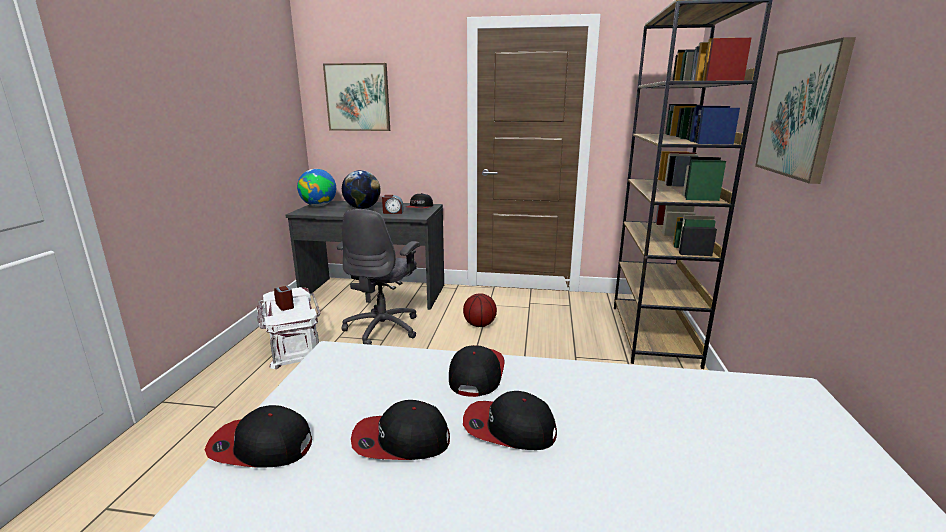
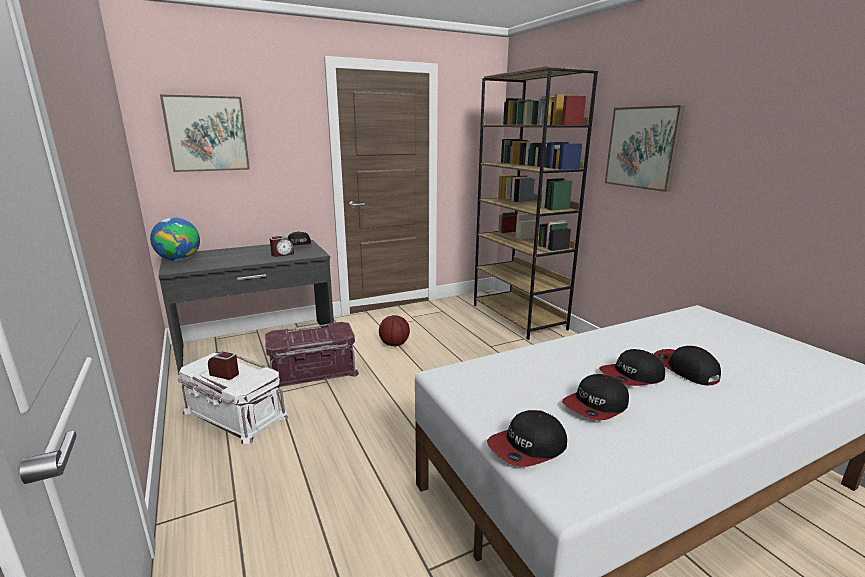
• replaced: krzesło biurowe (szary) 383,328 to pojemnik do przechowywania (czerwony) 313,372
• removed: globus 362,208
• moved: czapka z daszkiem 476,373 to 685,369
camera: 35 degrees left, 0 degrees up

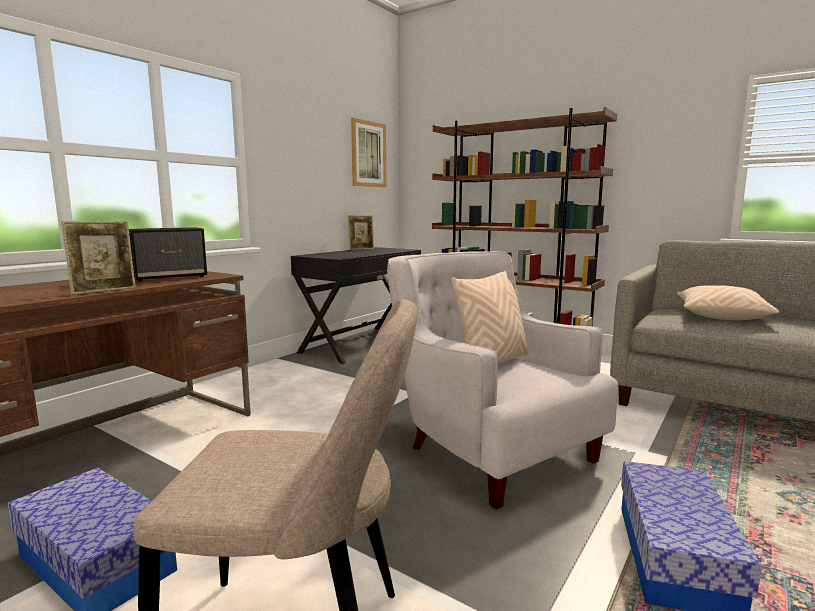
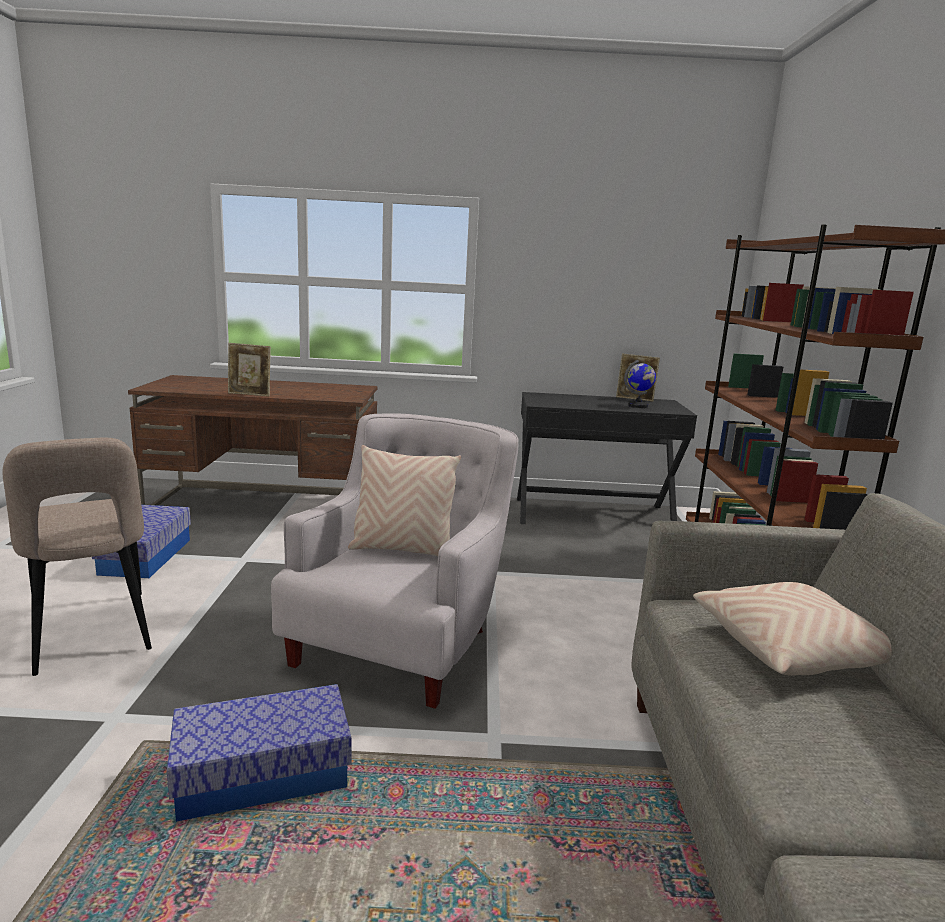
• removed: głośnik 170,277
• removed: obraz 368,154
• added: globus 638,406
camera: 55 degrees right, 5 degrees up

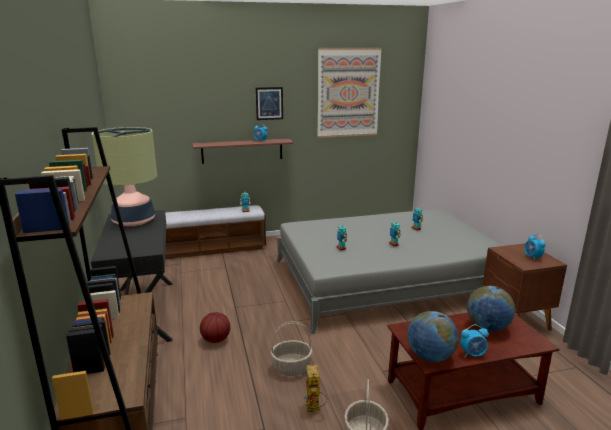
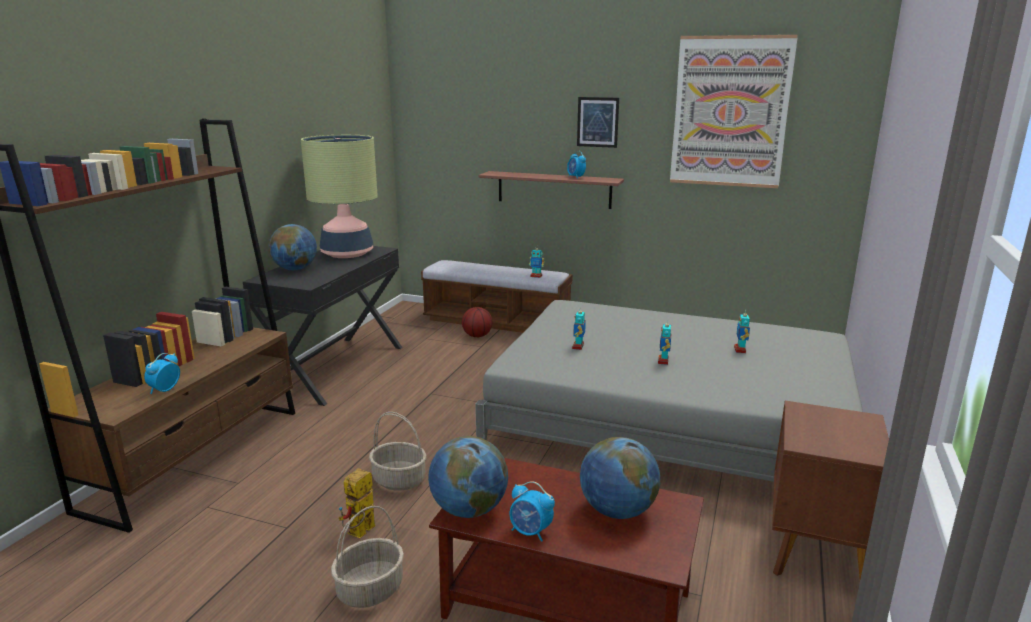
• moved: piłka do koszykówki 216,339 to 477,336
• moved: budzik 532,257 to 164,390
• added: globus 295,269
camera: 35 degrees right, 0 degrees up

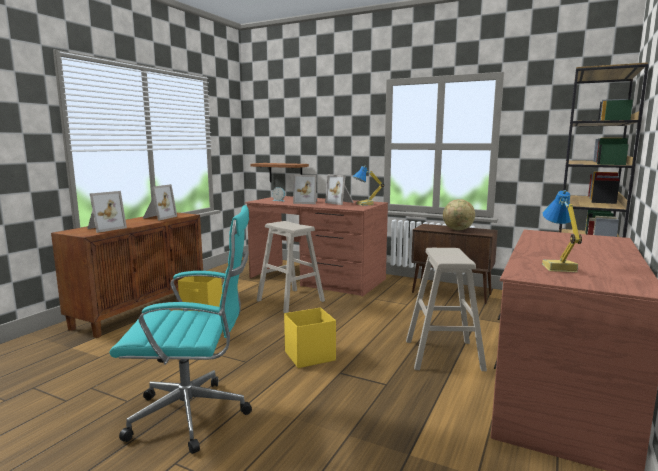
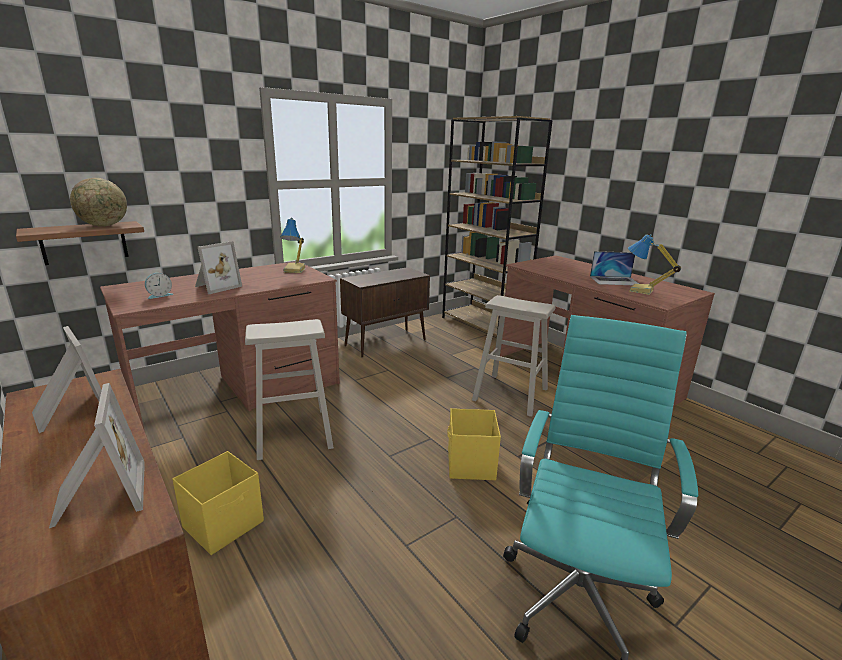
• removed: ramka na zdjęcie 340,202
• moved: globus 458,230 to 104,226
• added: laptop 615,281
camera: 65 degrees left, 10 degrees up

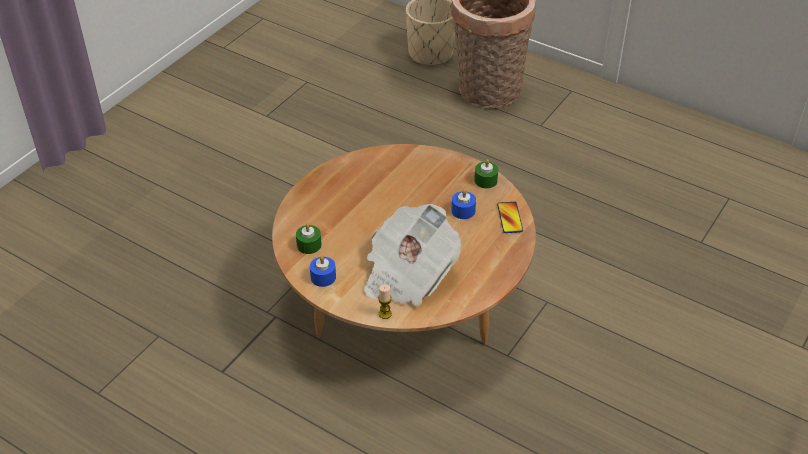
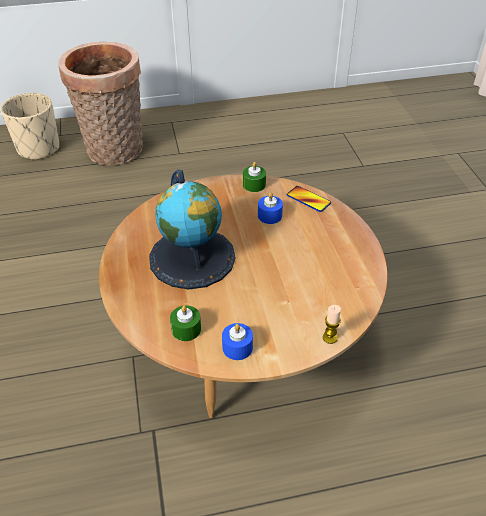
• removed: gazeta 408,274
• added: globus 192,257
camera: 45 degrees left, 0 degrees up

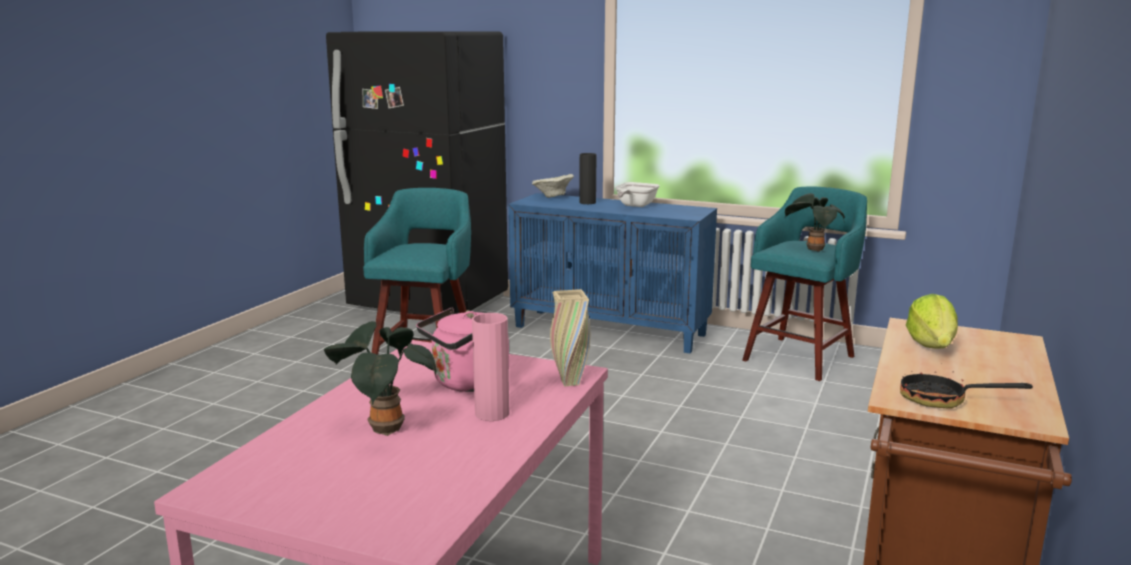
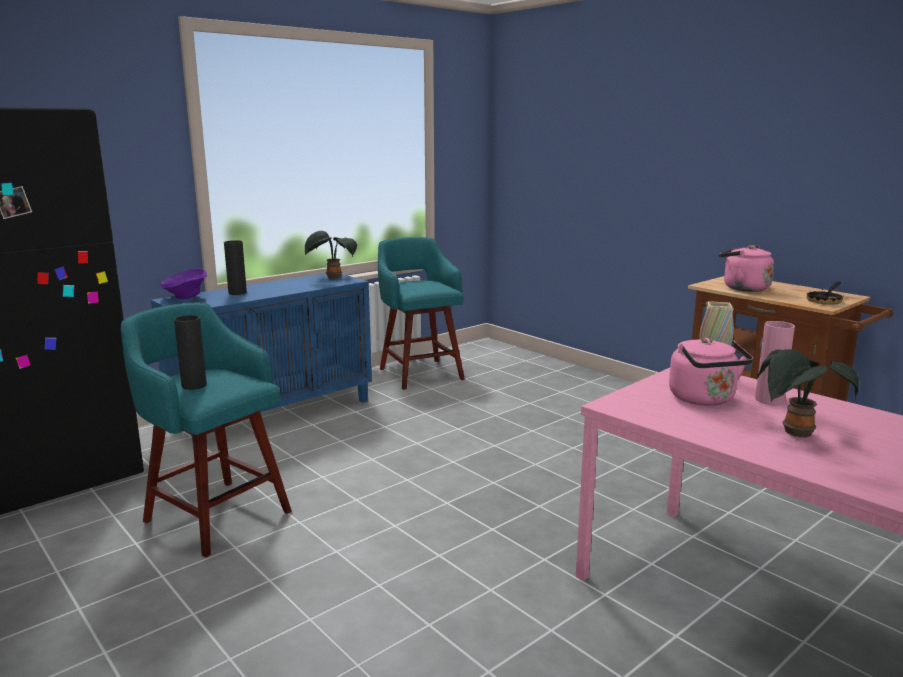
• recoloured: miska (beżowy) 553,197 to miska (fioletowy) 185,297
• removed: patelnia 634,206
• moved: roślina doniczkowa 812,249 to 332,278
• replaced: sałata 932,346 to czajnik (różowy) 742,288
• added: wazon (czarny) 194,385
camera: 65 degrees left, 0 degrees up

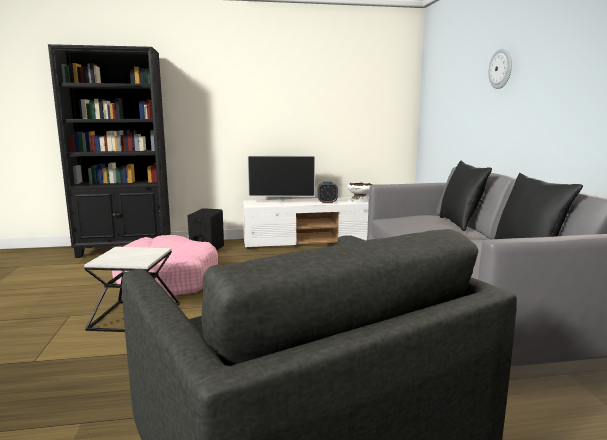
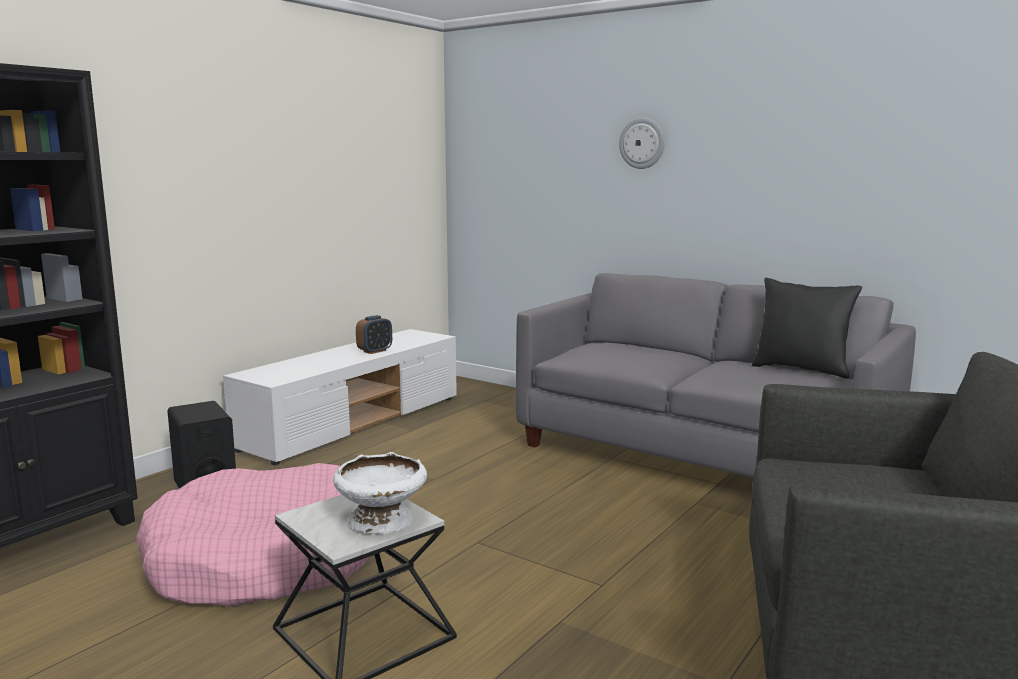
• removed: telewizor 282,201
• moved: miska (biały) 360,200 to 382,519
• removed: poduszka (czarny) 460,223
camera: 45 degrees left, 0 degrees up

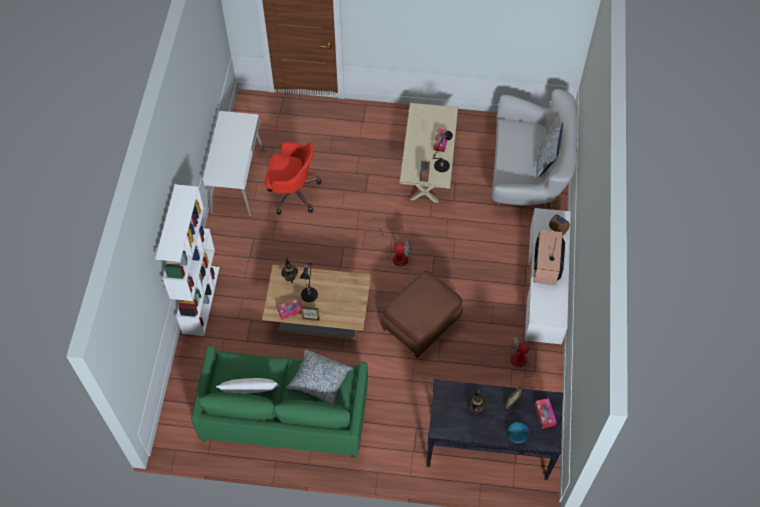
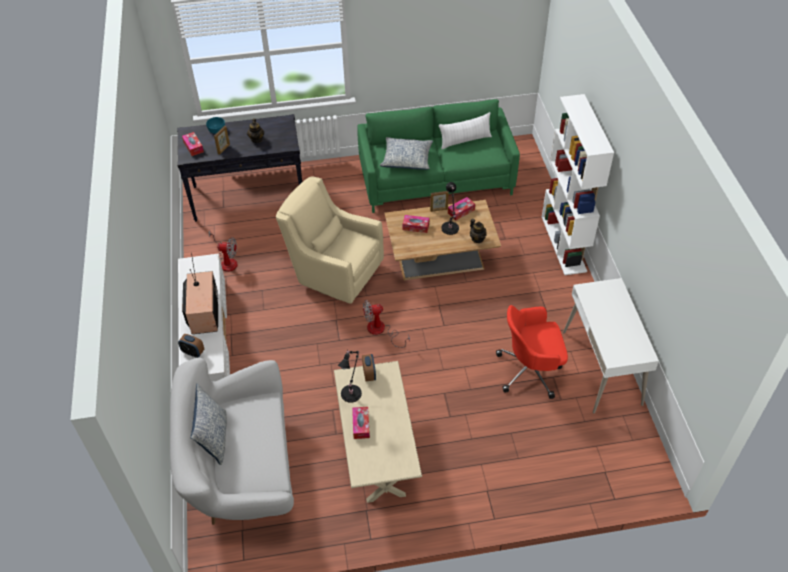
• replaced: pufa (brązowy) 421,324 to fotel (beżowy) 334,273
• added: pudełko chusteczek 415,226
camera: 165 degrees right, 10 degrees down

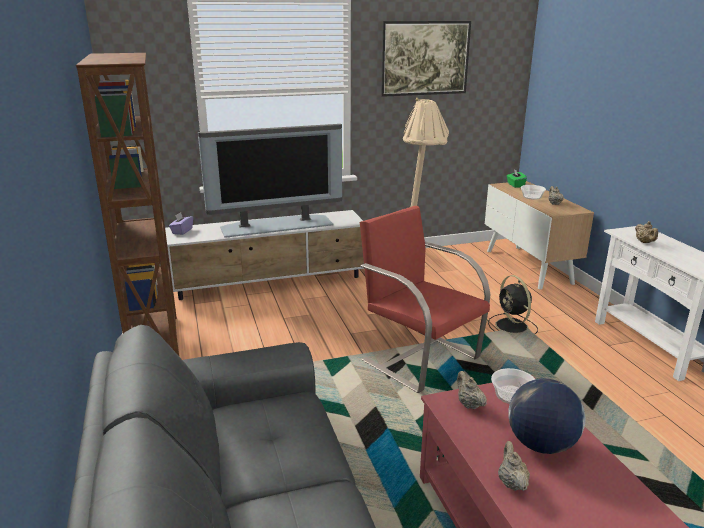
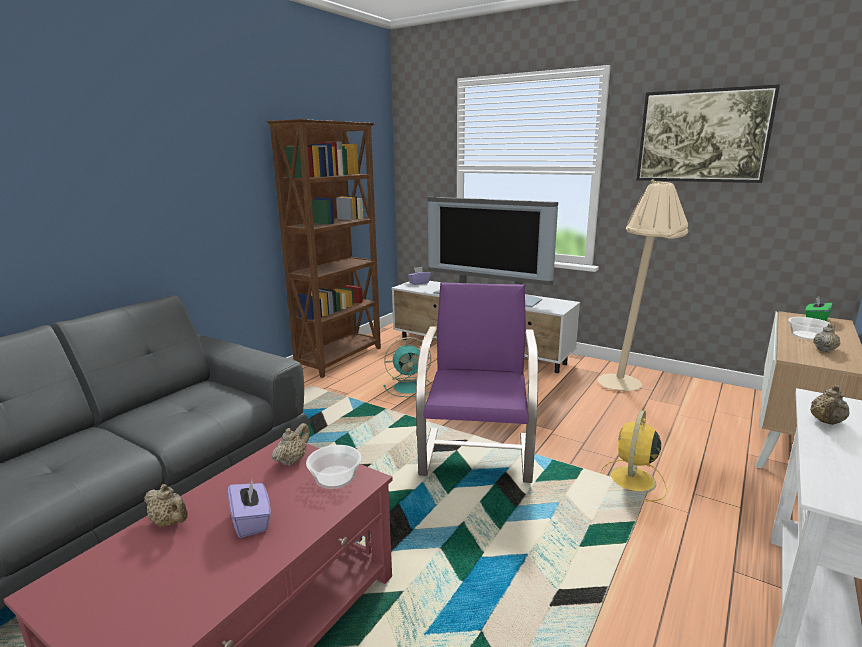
• recoloured: fotel (czerwony) 419,358 to fotel (fioletowy) 477,453
• recoloured: wentylator (czarny) 512,327 to wentylator (żółty) 632,481
• turned: imbryk (beżowy) 511,482 = 170,522 75 degrees clockwise
• replaced: globus 541,445 to pudełko chusteczek (fioletowy) 251,521
• added: wentylator (turkusowy) 410,387
camera: 50 degrees right, 5 degrees down

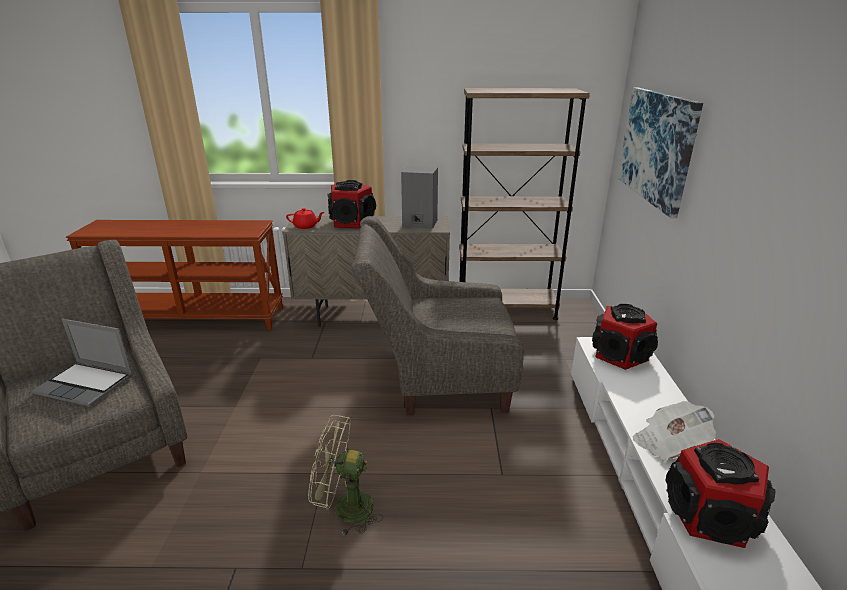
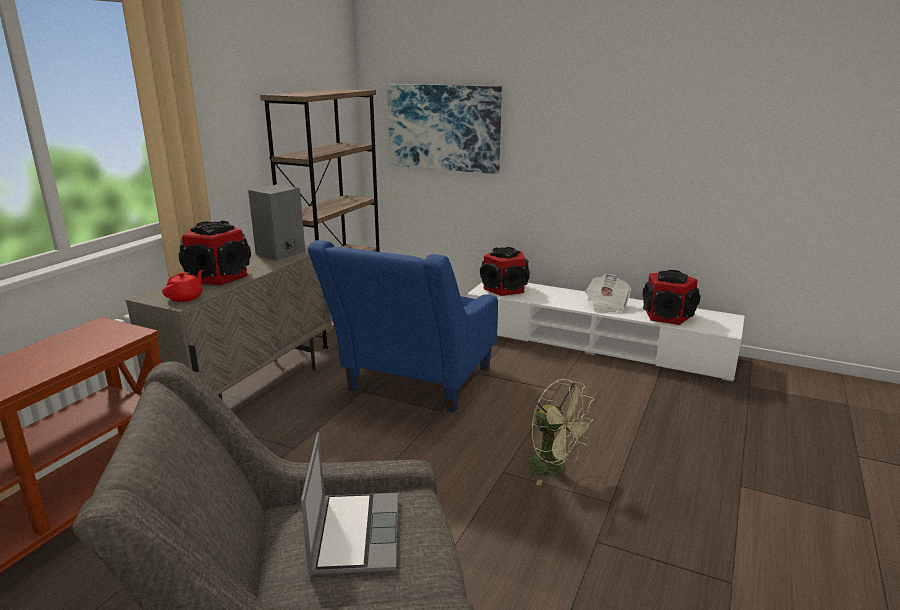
• turned: laptop 87,384 = 354,533 45 degrees counterclockwise
• turned: wentylator (zielony) 344,508 = 554,468 75 degrees counterclockwise
• recoloured: fotel (szary) 436,379 to fotel (niebieski) 413,385
camera: 65 degrees left, 5 degrees down

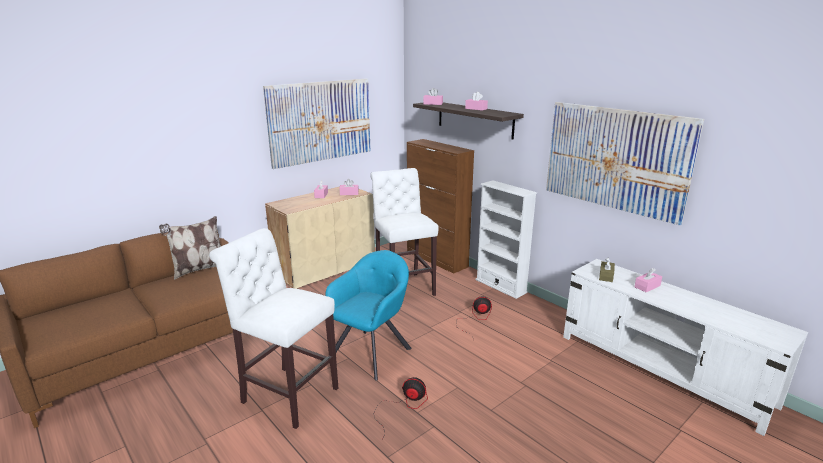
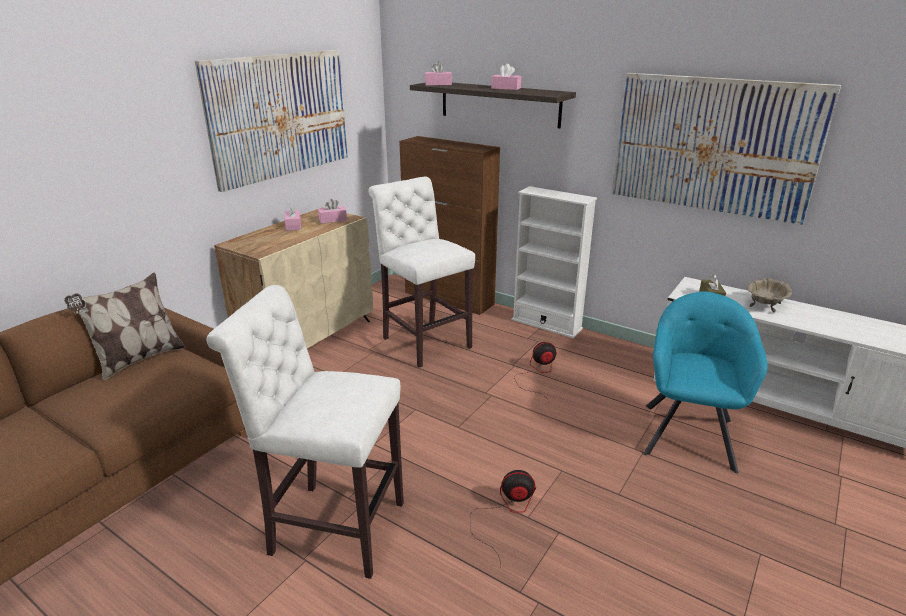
• moved: fotel (turkusowy) 372,351 to 688,433
• replaced: pudełko chusteczek (różowy) 647,286 to miska (beżowy) 764,305
camera: 15 degrees left, 5 degrees up

